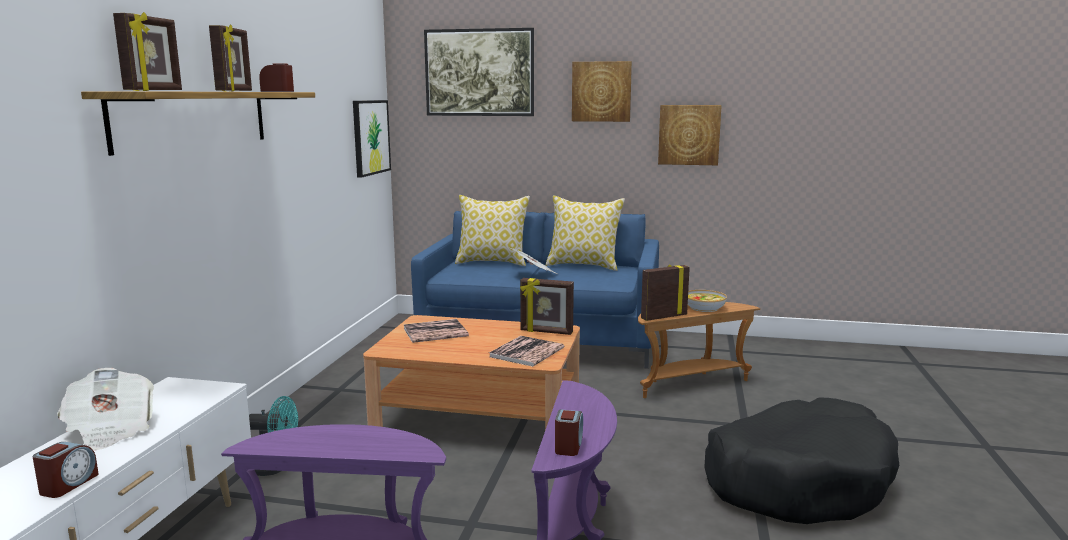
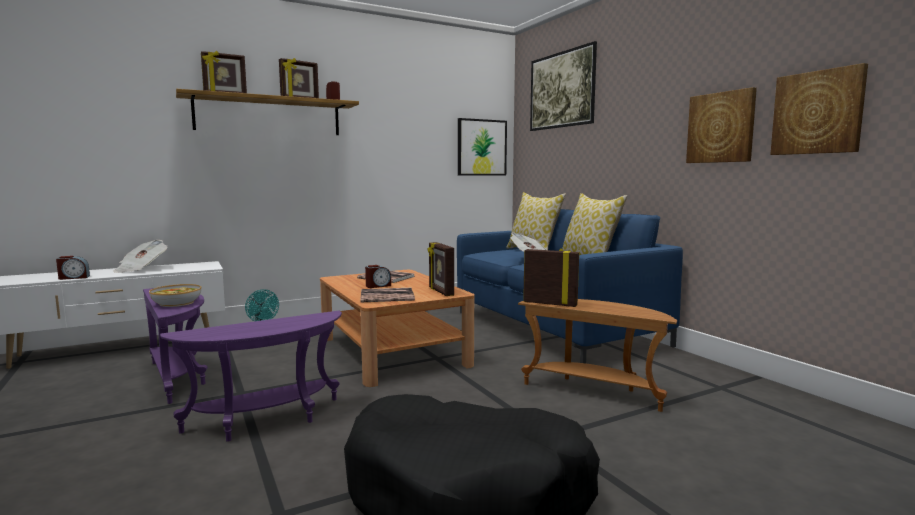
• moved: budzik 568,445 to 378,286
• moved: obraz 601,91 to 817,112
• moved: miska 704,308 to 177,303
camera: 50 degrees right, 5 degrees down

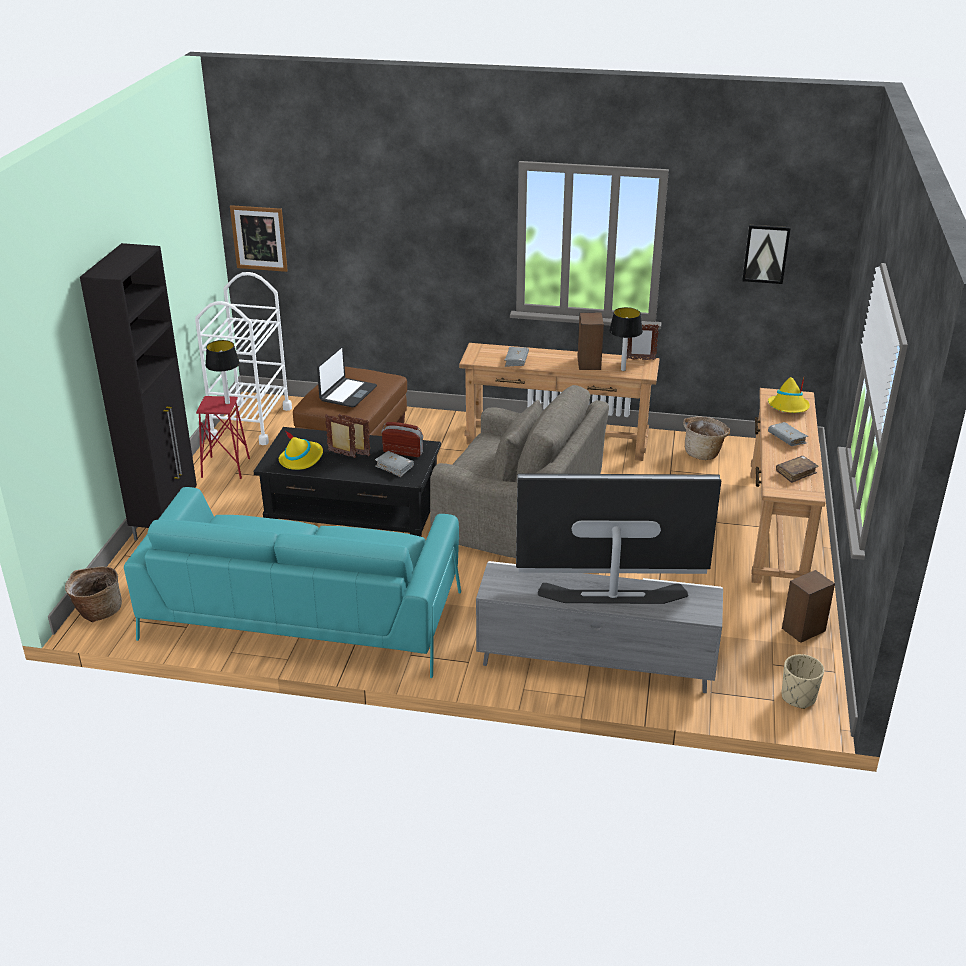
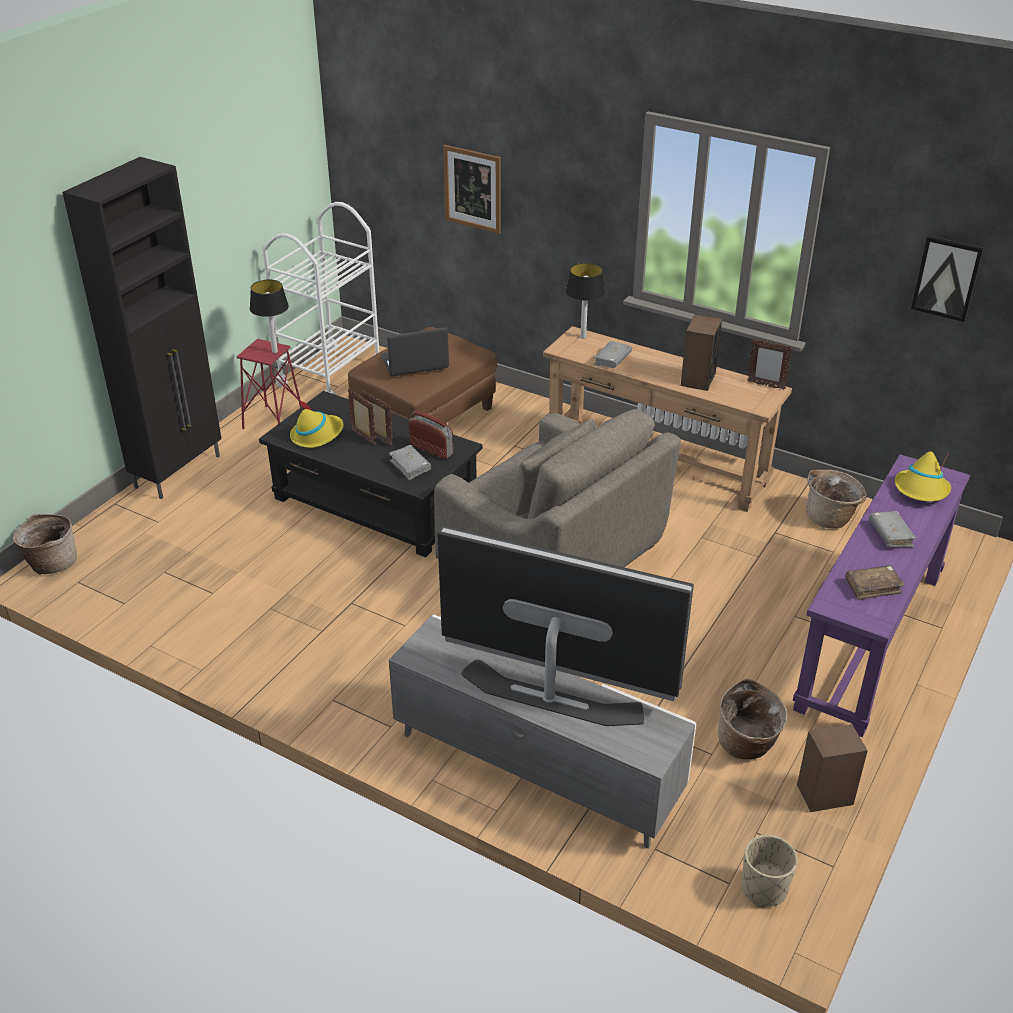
• removed: kanapa (turkusowy) 303,615
• moved: obraz 259,238 to 473,189
• turned: laptop 347,393 = 414,363 150 degrees counterclockwise
• moved: lampa stołowa 622,370 to 582,337
• recoloured: stolik konsolowy (brązowy) 776,527 to stolik konsolowy (fioletowy) 869,640
• added: koszyk 747,745
camera: 20 degrees right, 5 degrees up

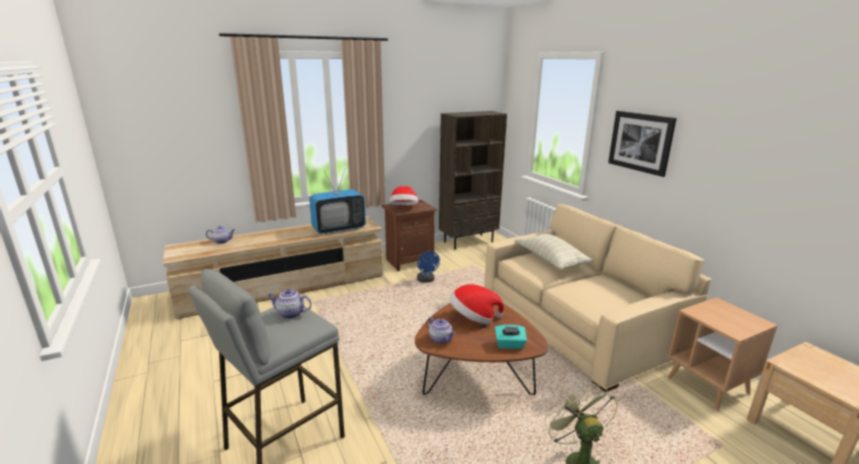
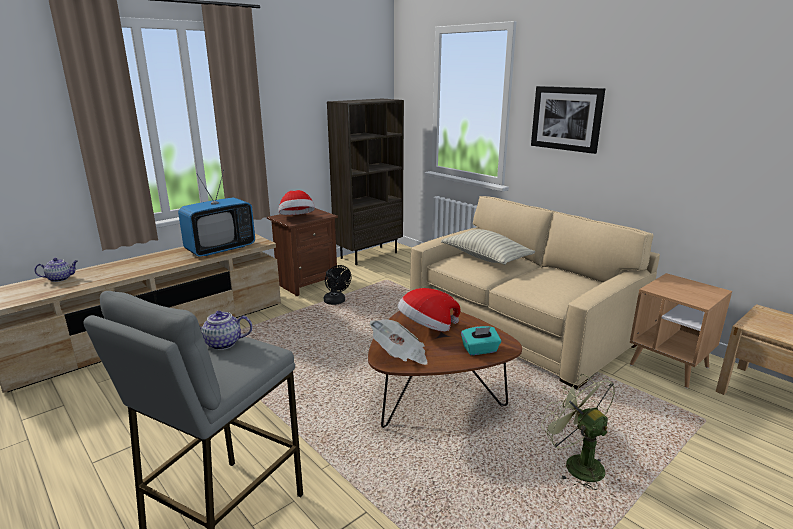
• recoloured: wentylator (niebieski) 426,280 to wentylator (czarny) 336,302
• replaced: imbryk 441,339 to gazeta 400,355
camera: 15 degrees left, 0 degrees up

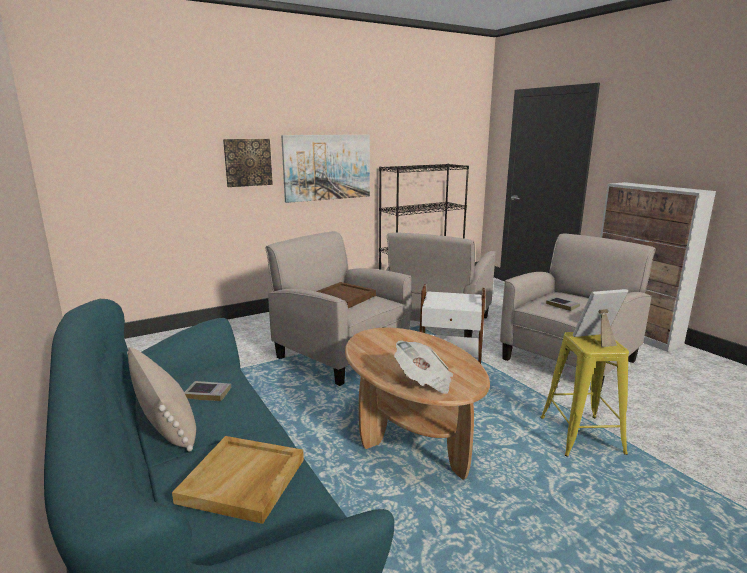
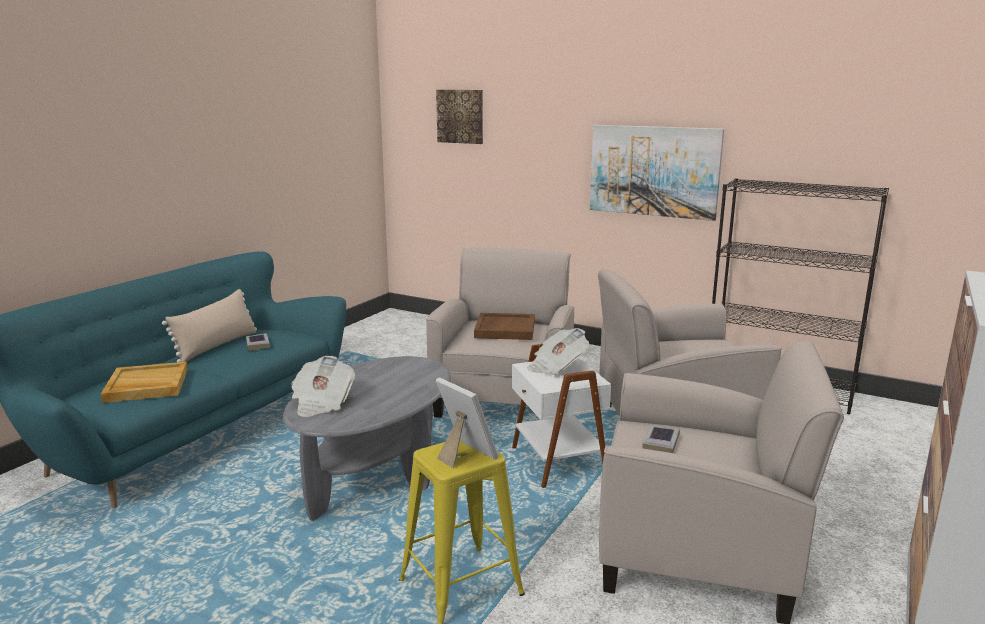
• moved: obraz 248,162 to 460,116
• recoloured: ława (brązowy) 410,433 to ława (szary) 376,475
• added: gazeta 556,367
camera: 60 degrees right, 0 degrees up

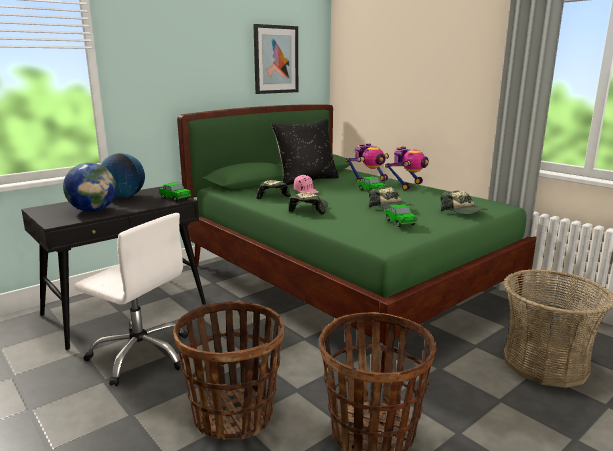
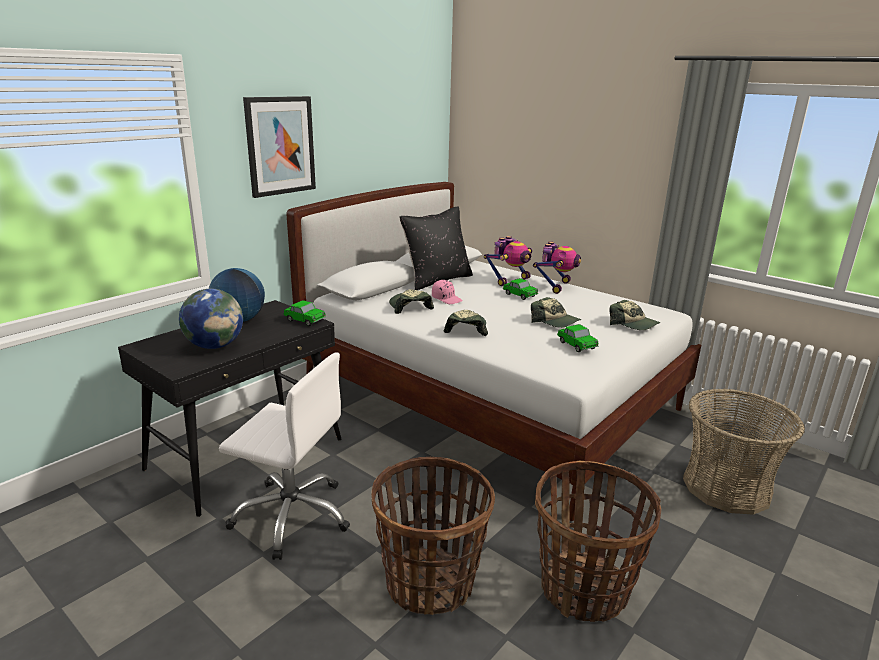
• recoloured: łóżko (zielony) 345,281 to łóżko (biały) 490,397
• moved: obraz 276,59 to 280,146
camera: 10 degrees left, 5 degrees up

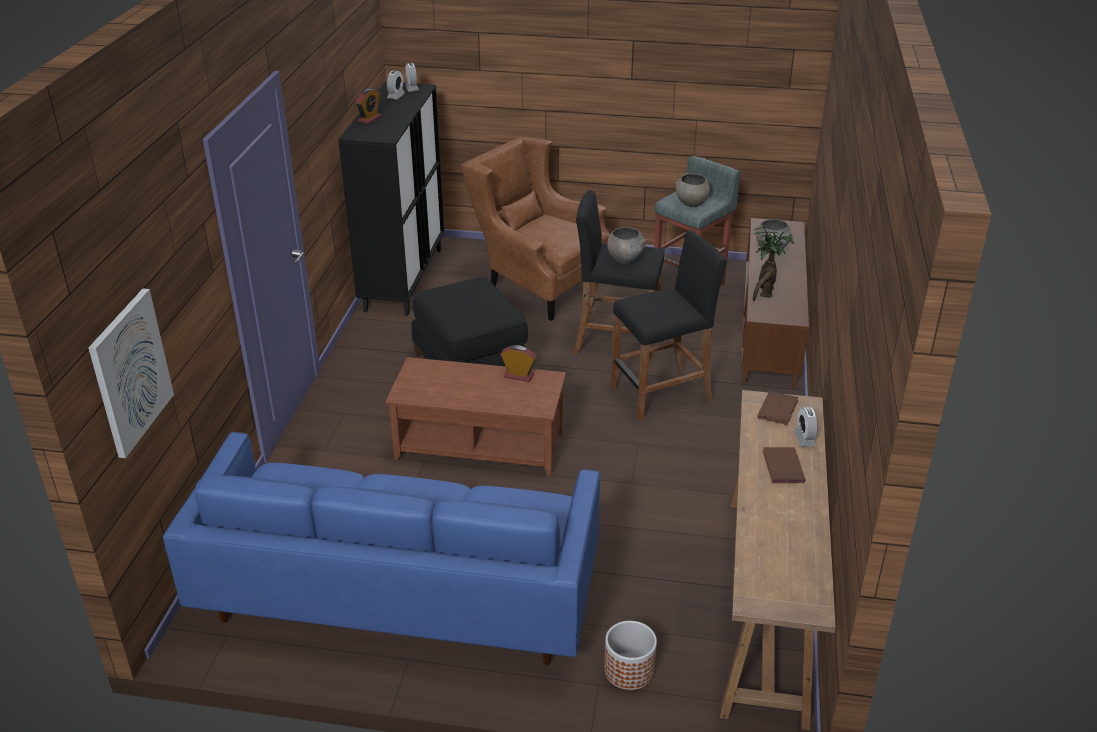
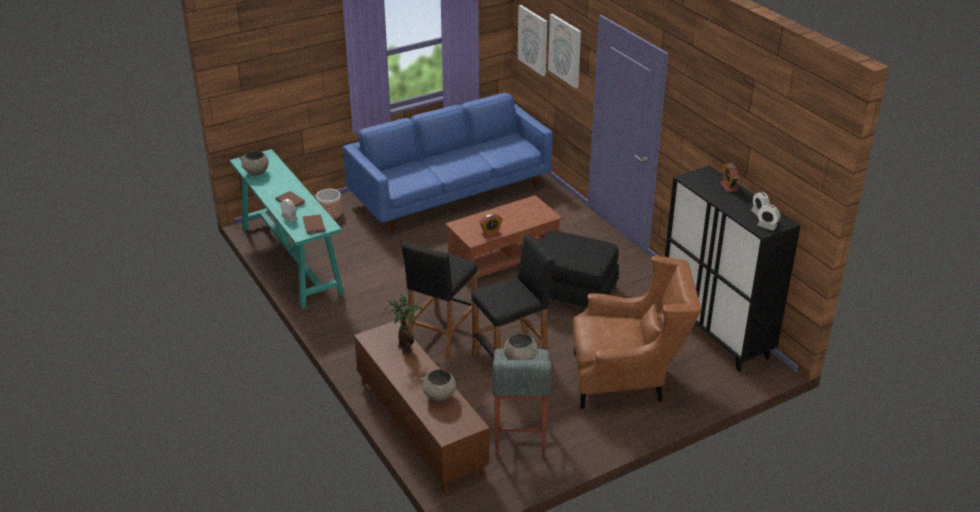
• moved: miska (szary) 625,259 to 256,173
• recoloured: stolik konsolowy (brązowy) 766,604 to stolik konsolowy (turkusowy) 290,259
• added: obraz 565,50
camera: 140 degrees right, 0 degrees up

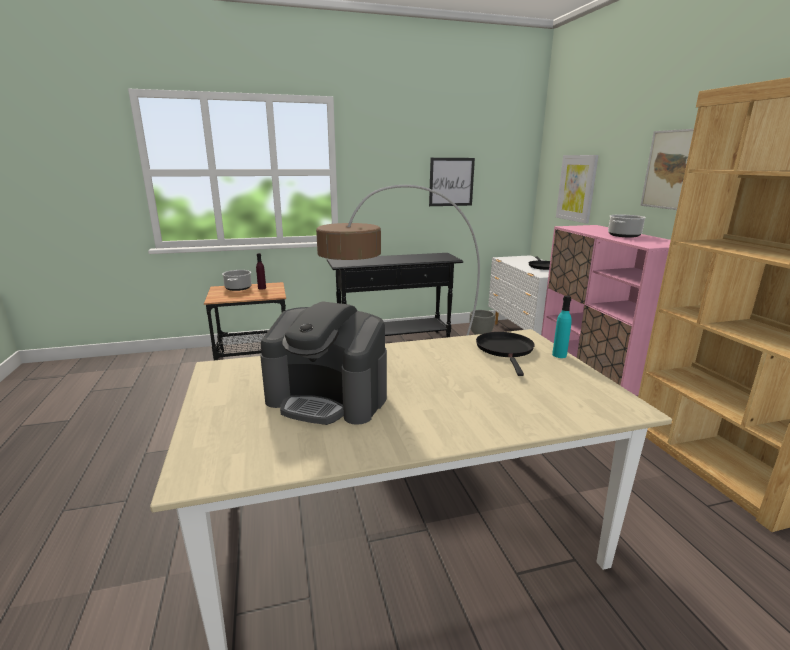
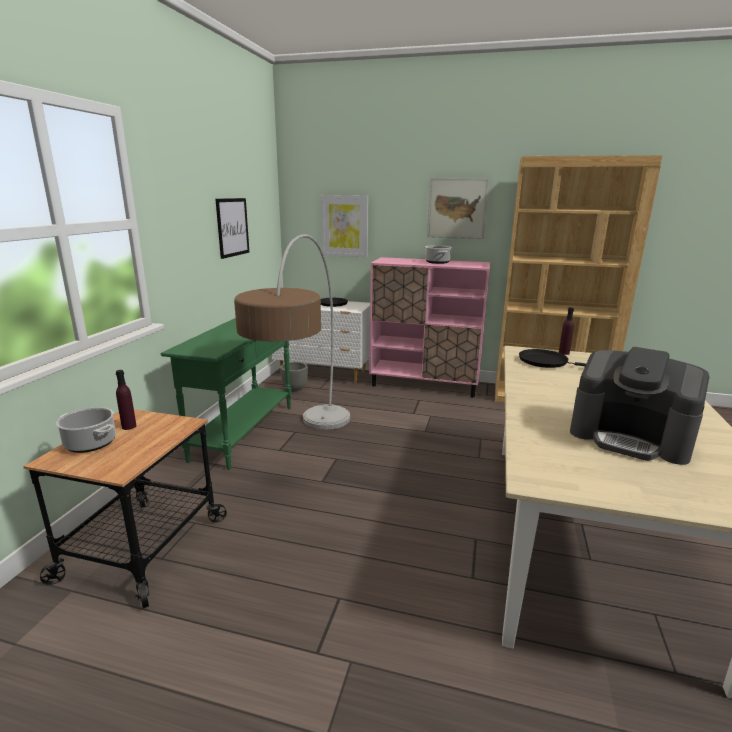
• turned: ekspres do kawy 328,398 = 630,437 75 degrees clockwise
• recoloured: stolik konsolowy (czarny) 394,342 to stolik konsolowy (zielony) 245,432
• recoloured: butelka (turkusowy) 559,355 to butelka (fioletowy) 564,353
camera: 60 degrees left, 0 degrees up

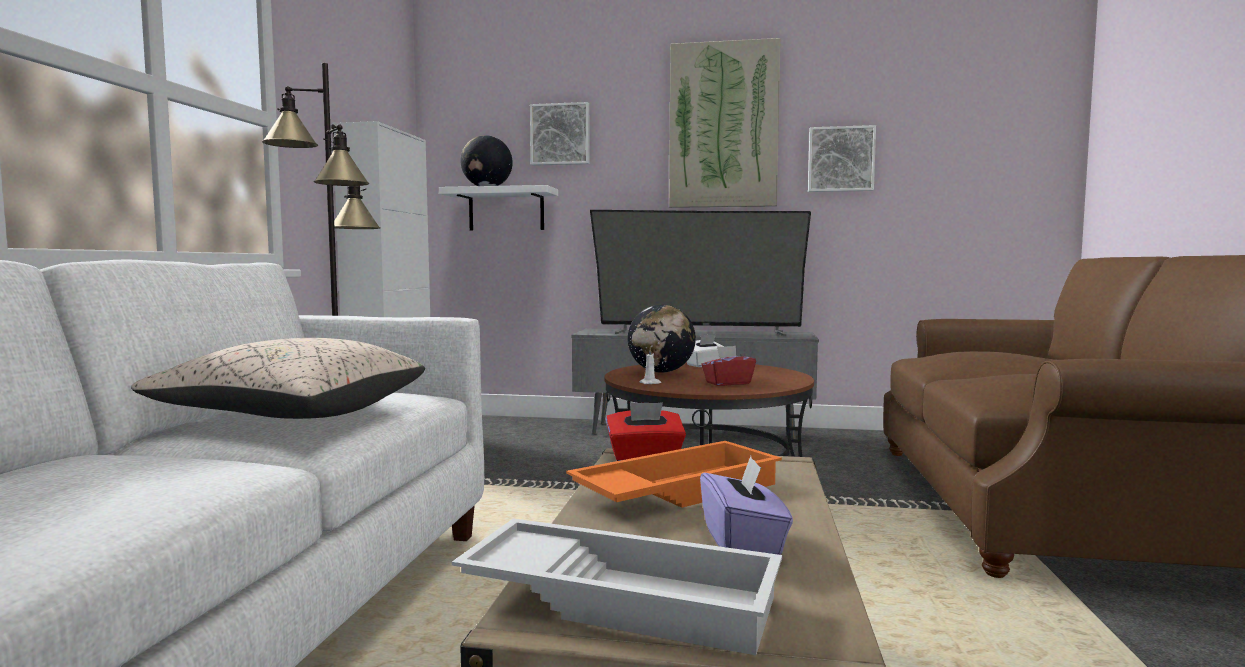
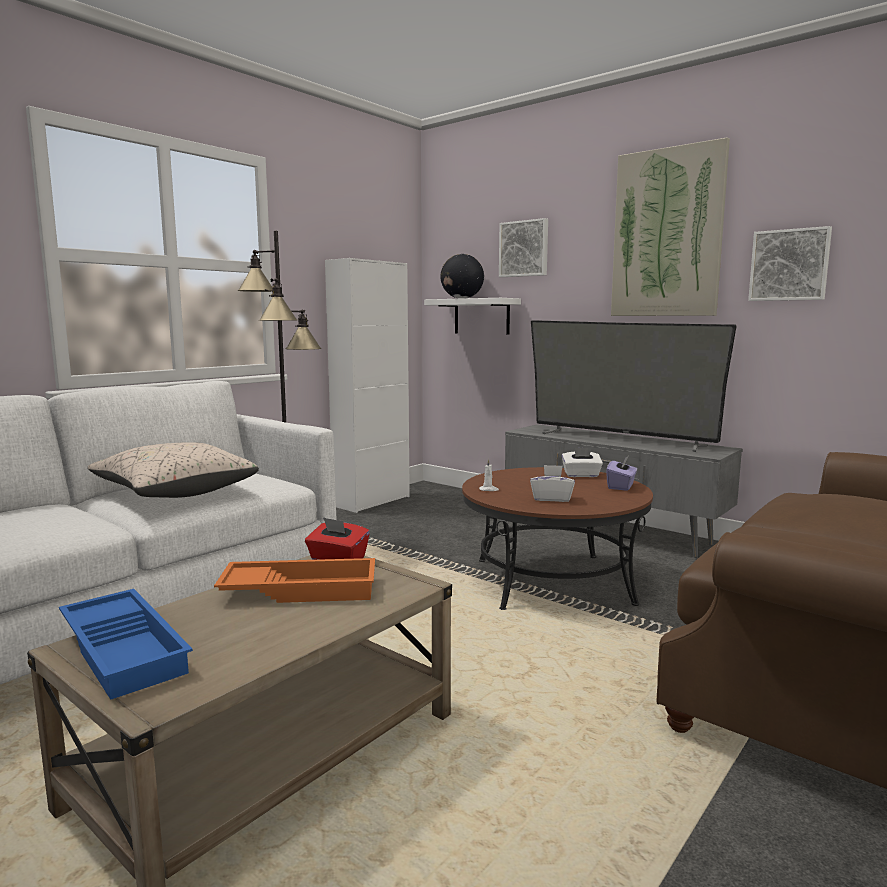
• recoloured: taca (biały) 623,597 to taca (niebieski) 127,649
• removed: globus 661,372
• moved: pudełko chusteczek (fioletowy) 743,543 to 621,486
• recoloured: pudełko chusteczek (czerwony) 727,383 to pudełko chusteczek (biały) 551,498
camera: 30 degrees right, 5 degrees up

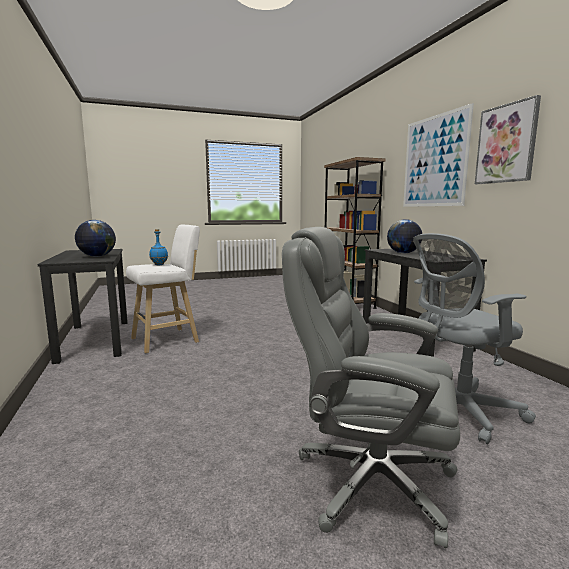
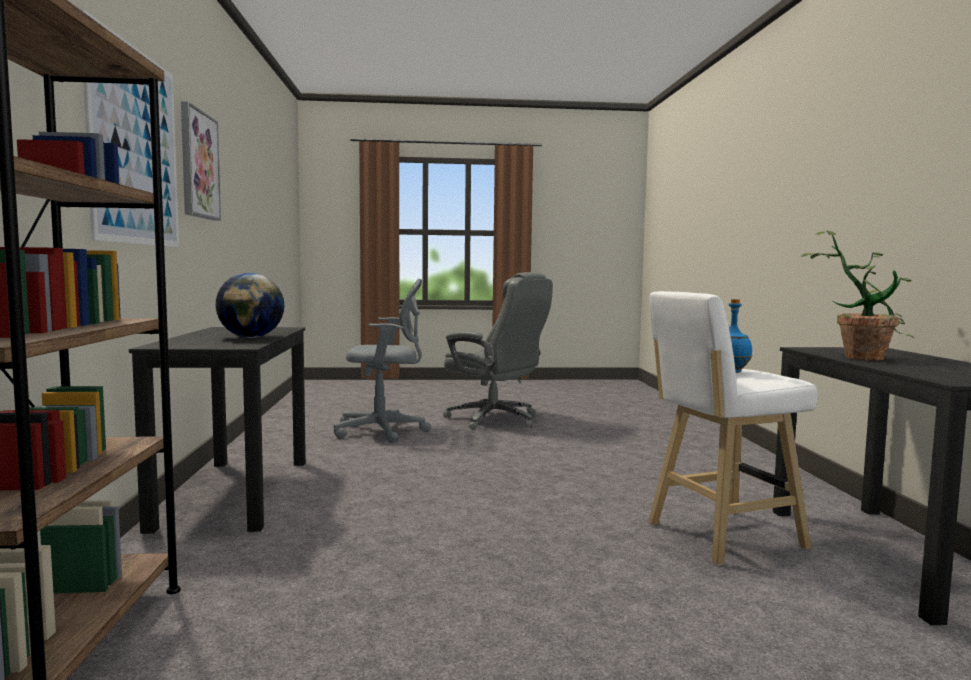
• replaced: globus 97,256 to roślina doniczkowa 861,356
camera: 165 degrees left, 5 degrees down

